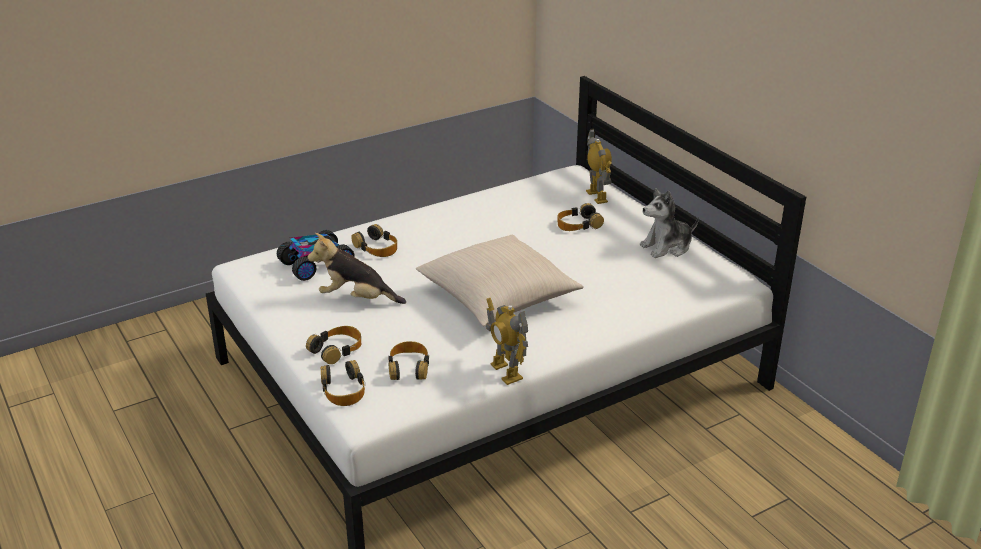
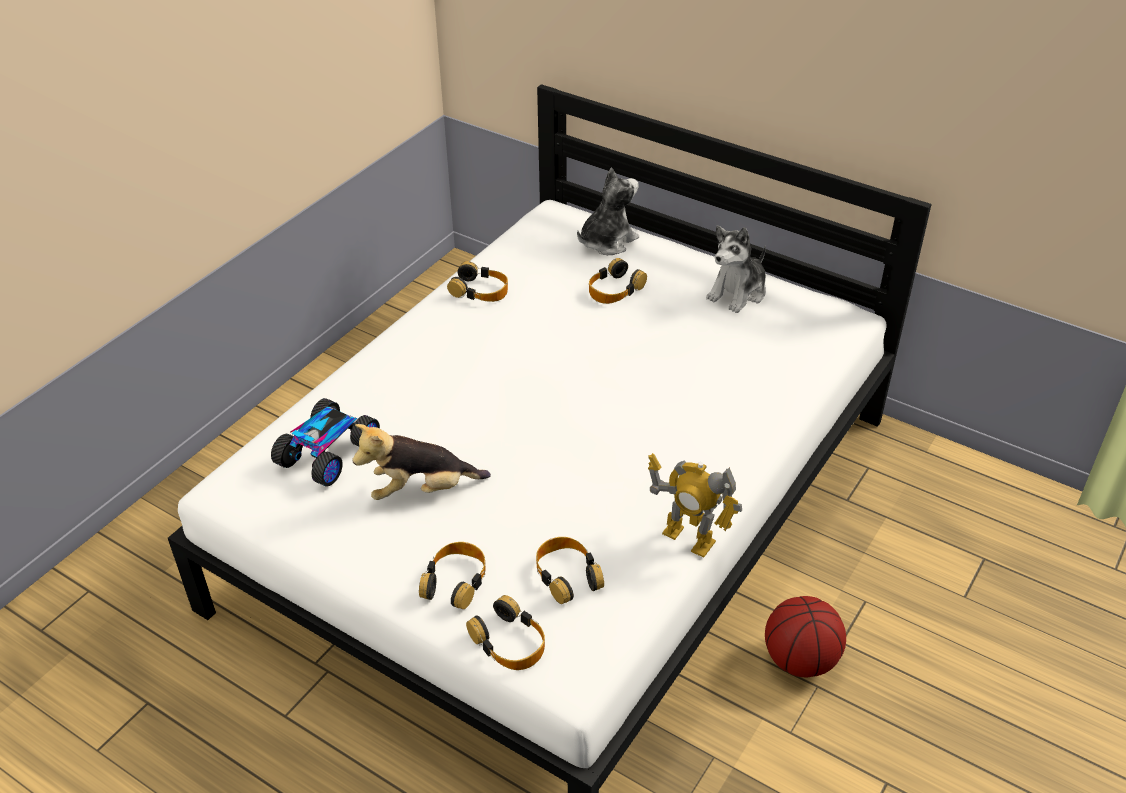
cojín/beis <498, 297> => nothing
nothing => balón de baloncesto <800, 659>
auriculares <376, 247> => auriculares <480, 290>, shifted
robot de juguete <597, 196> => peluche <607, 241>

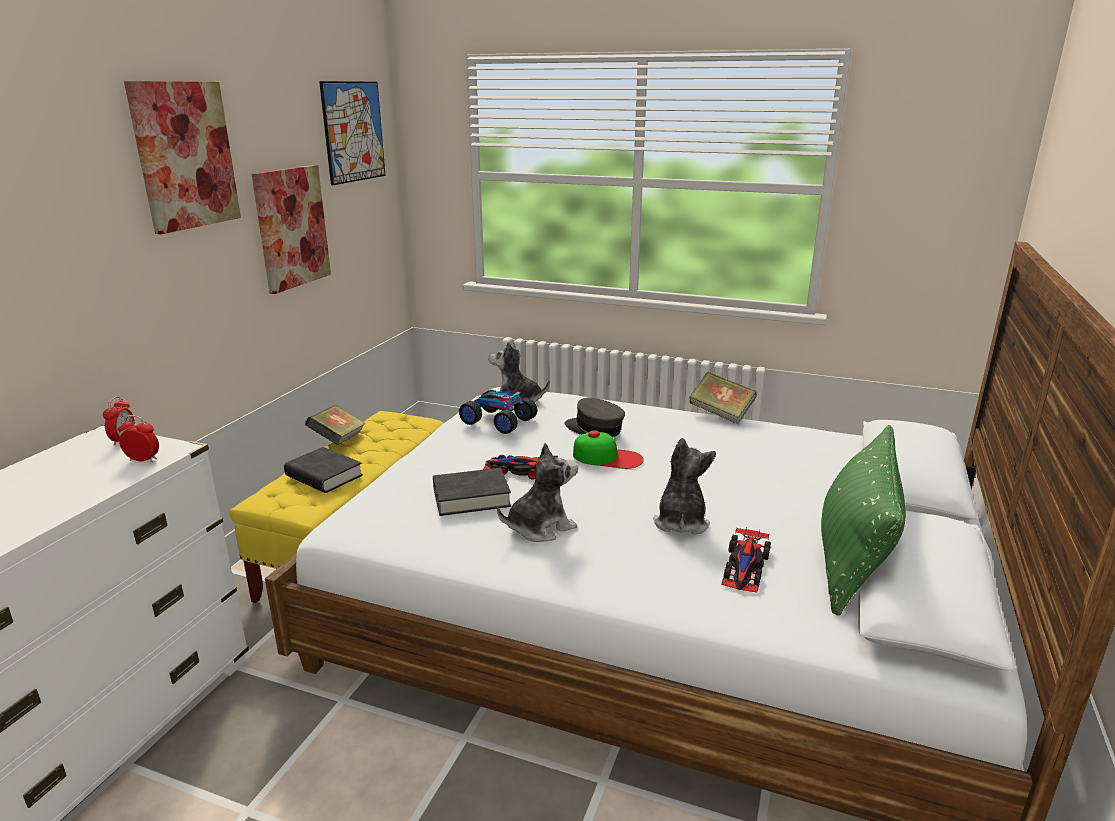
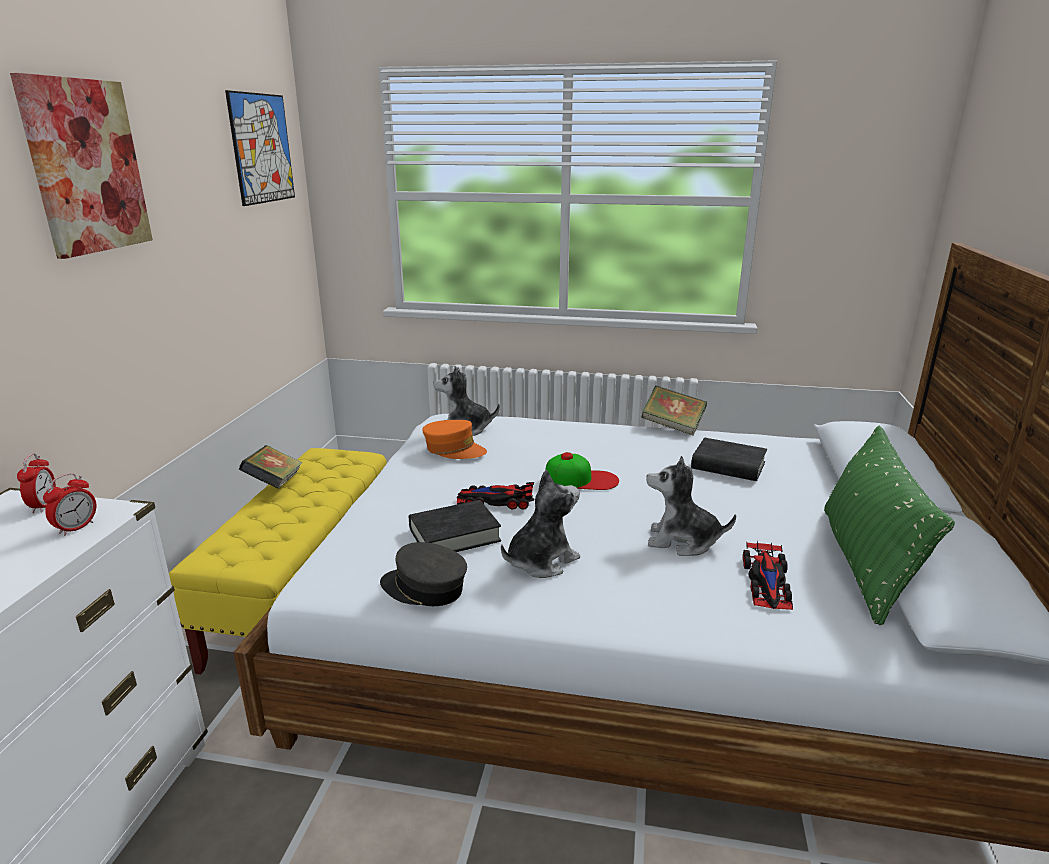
cuadro <291, 227> => nothing
libro/negro <324, 476> => libro/negro <728, 466>, shifted
gorra/gris <594, 429> => gorra/gris <424, 588>, shifted
coche de juguete <499, 421> => gorra/naranja <454, 449>
despertador <143, 460> => despertador <76, 528>, 120 degrees clockwise
peluche <680, 522> => peluche <682, 541>, 75 degrees counterclockwise

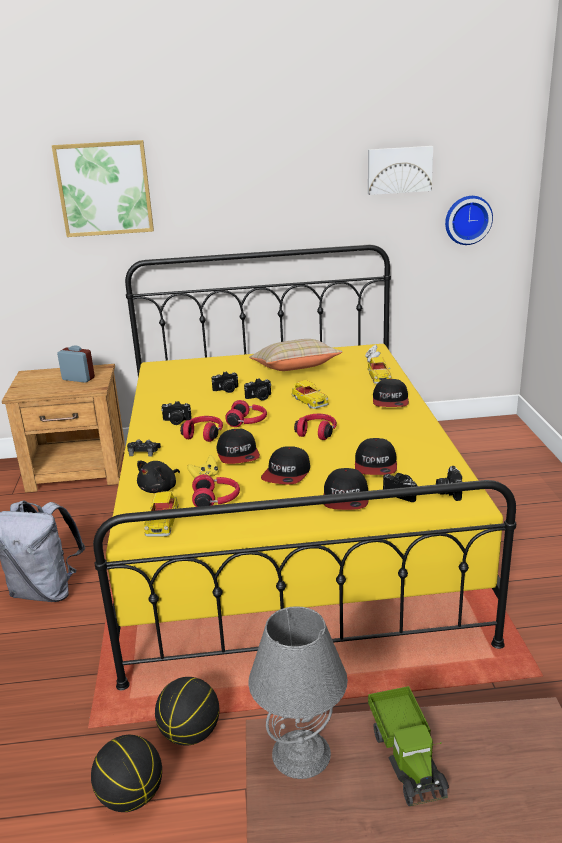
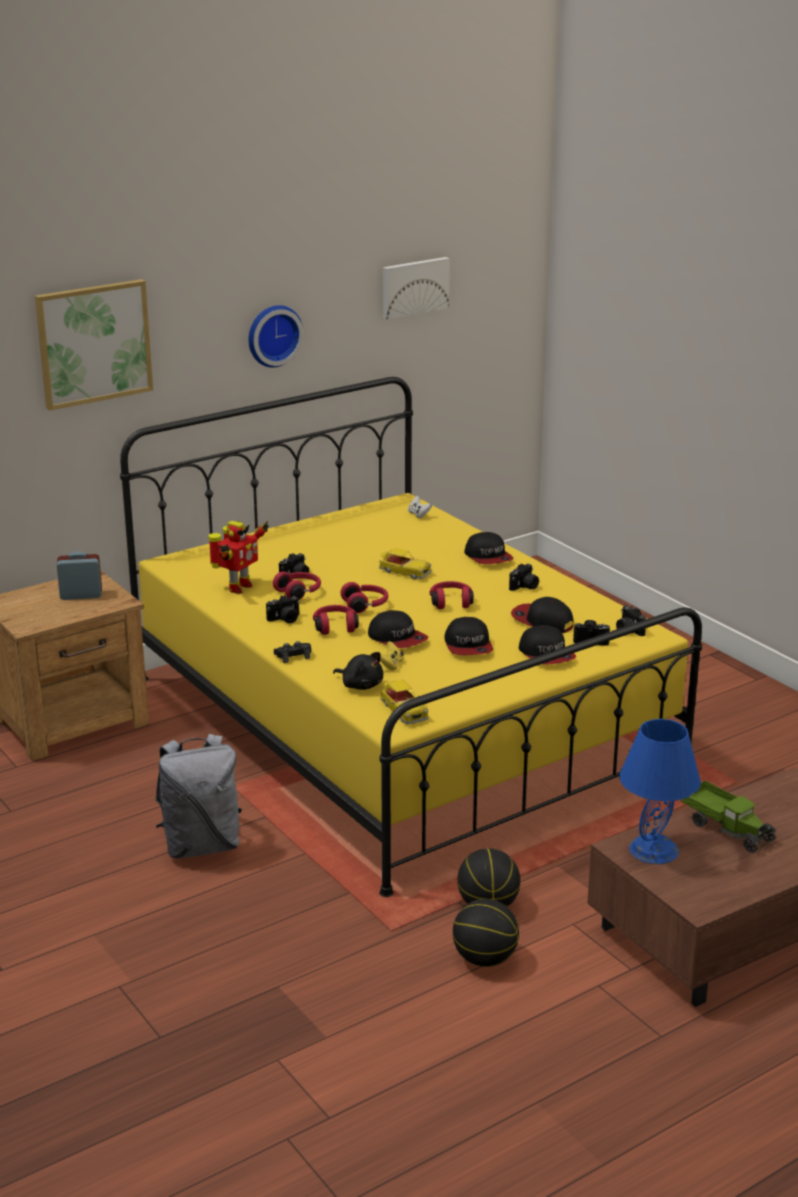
cojín/beis <295, 369> => nothing
coche de juguete <379, 377> => nothing
nothing => robot de juguete <238, 587>
auriculares/rojo <217, 500> => auriculares/rojo <299, 592>, shifted
cámara <259, 398> => cámara <524, 587>, shifted
reloj de pared <467, 219> => reloj de pared <273, 335>, shifted
lámpara de mesa/gris <301, 753> => lámpara de mesa/azul <653, 849>
peluche/negro <160, 489> => peluche/negro <360, 685>, 60 degrees counterclockwise
gorra <376, 465> => gorra <542, 621>, 150 degrees clockwise

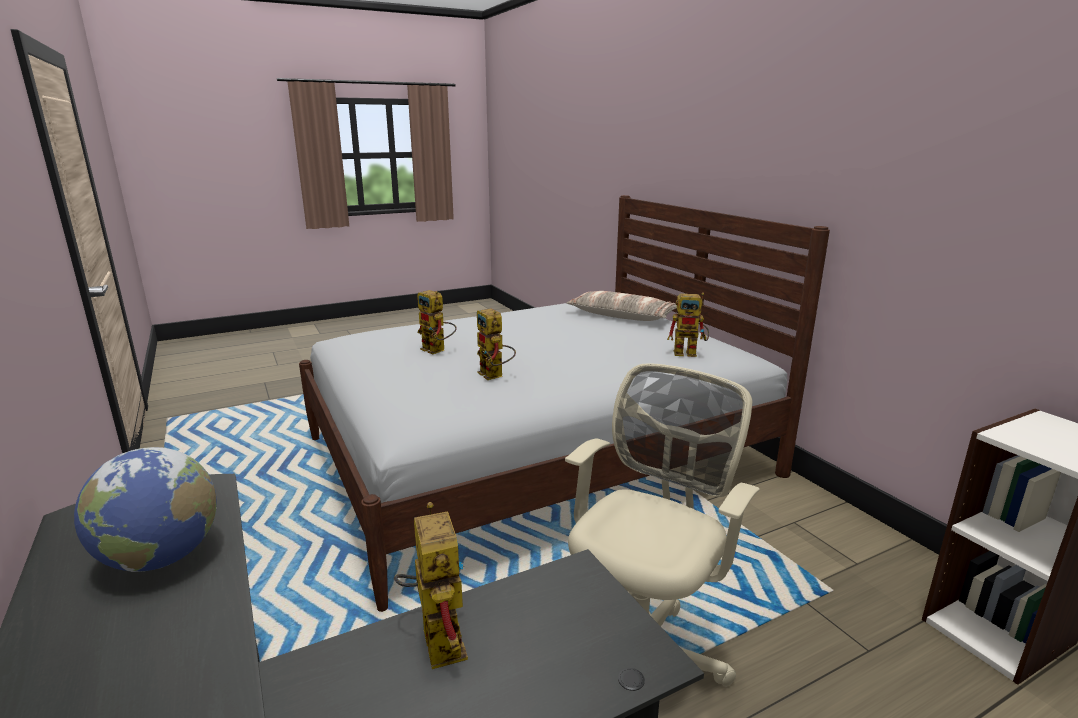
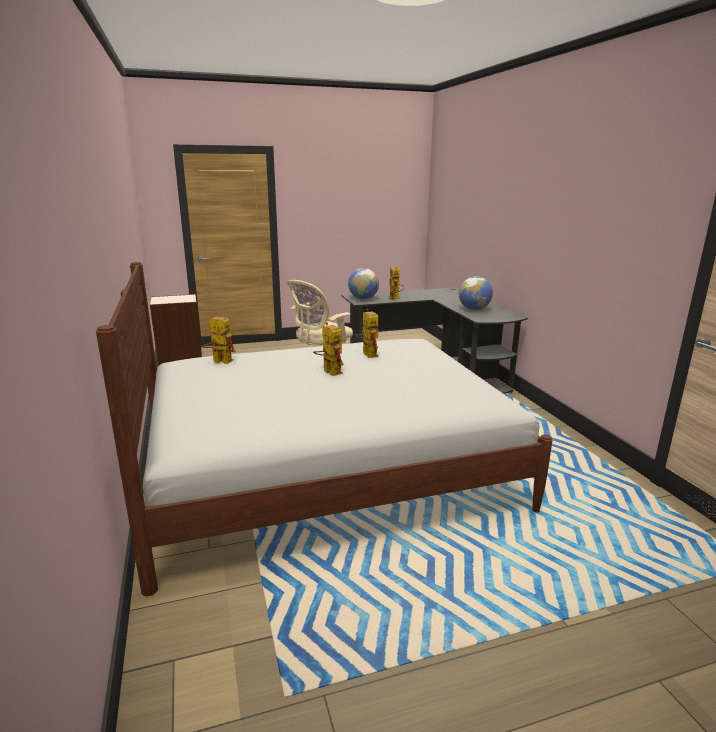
cojín <622, 316> => nothing
nothing => globo terráqueo <363, 299>
robot de juguete <437, 350> => robot de juguete <328, 371>, shifted

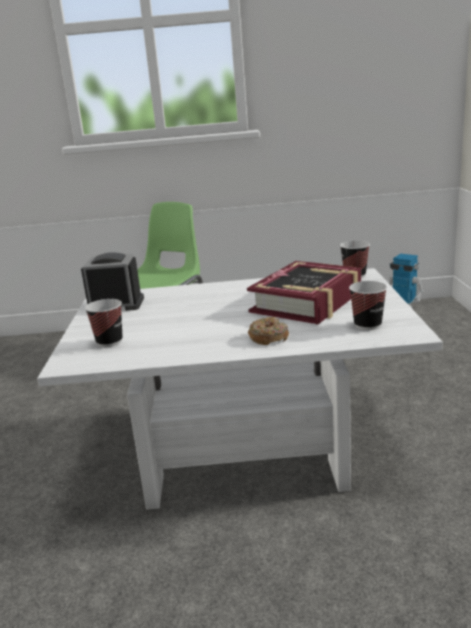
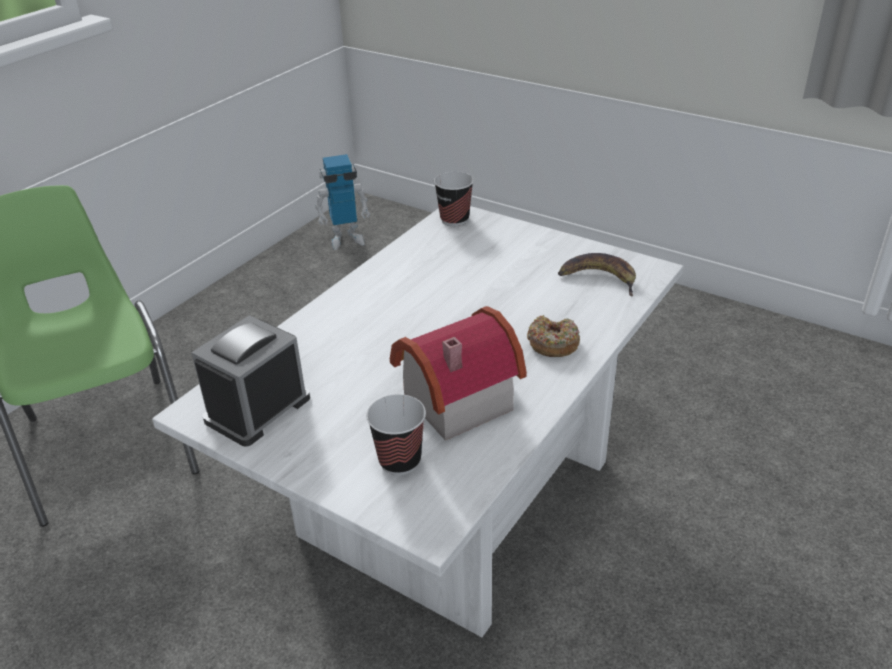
libro <307, 302> => nothing
nothing => casita <451, 399>
taza <367, 325> => plátano <599, 278>

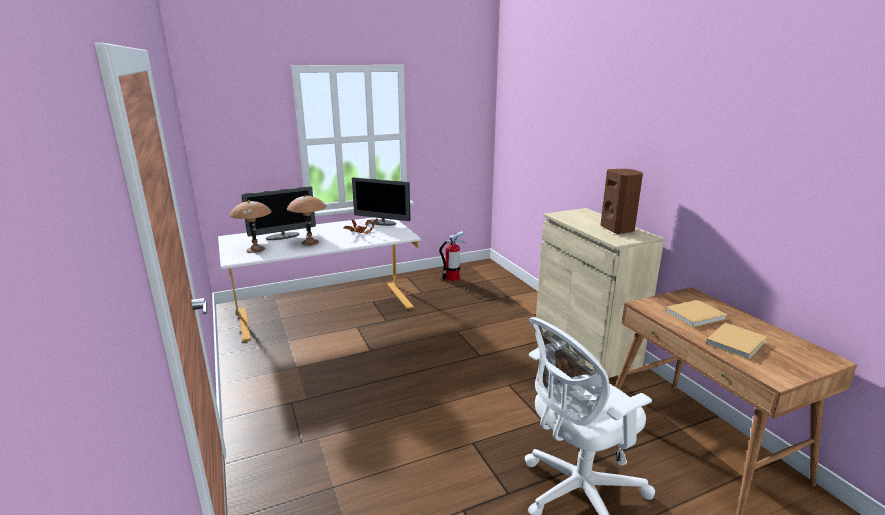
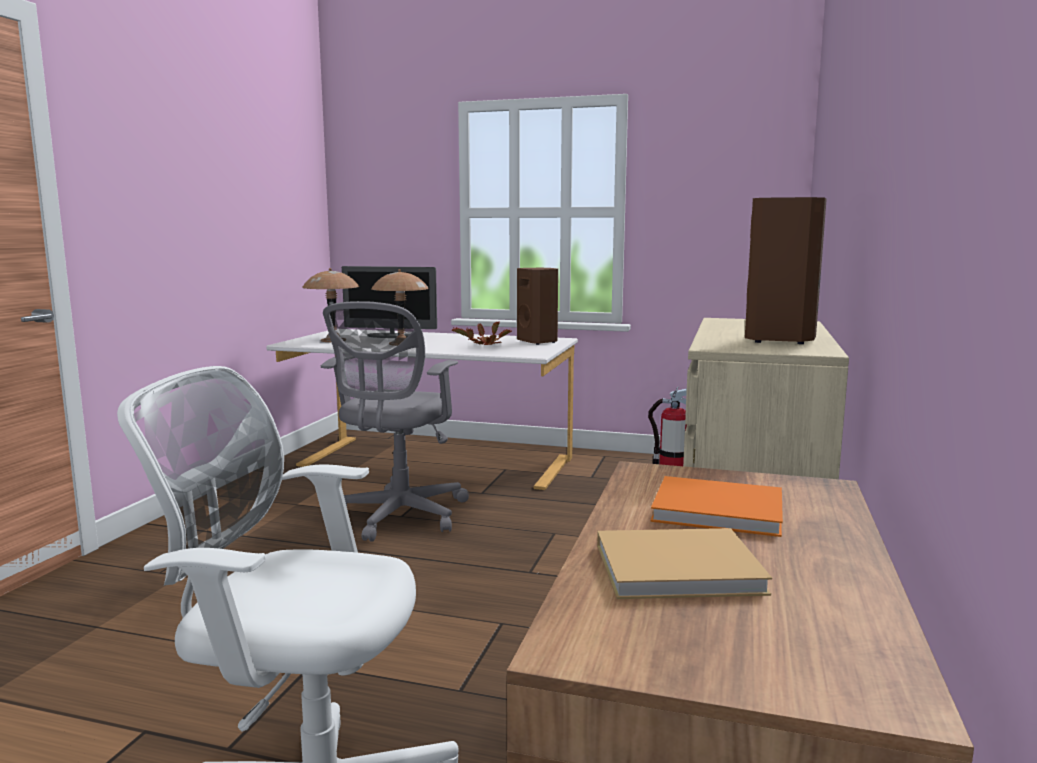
nothing => silla de oficina/gris <398, 517>
monitor <382, 223> => altavoz/marrón <538, 342>
libro/beis <696, 315> => libro/naranja <722, 511>

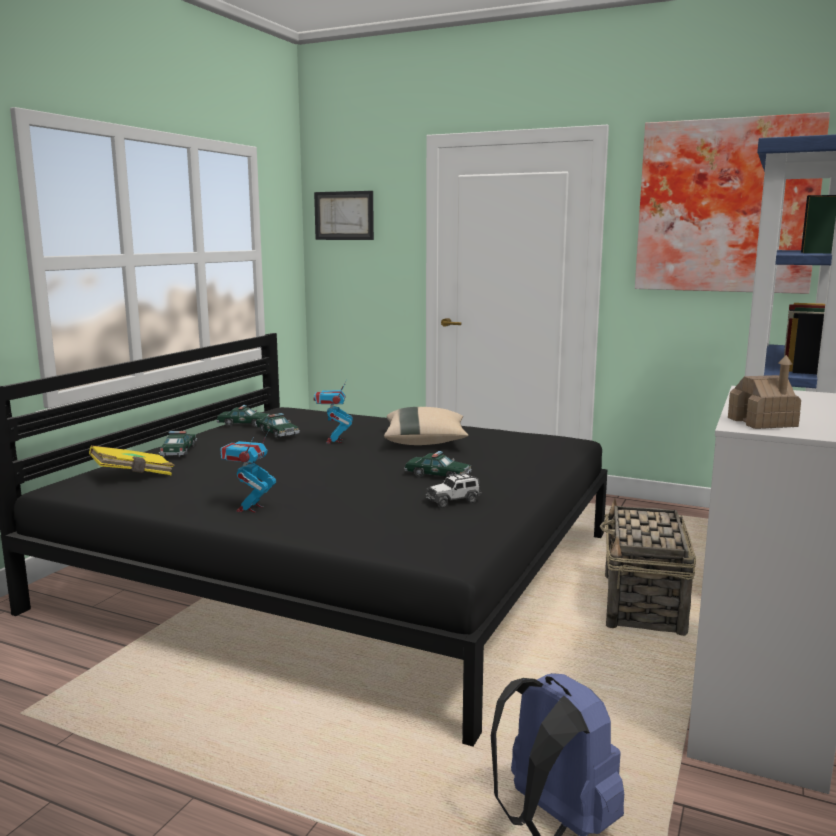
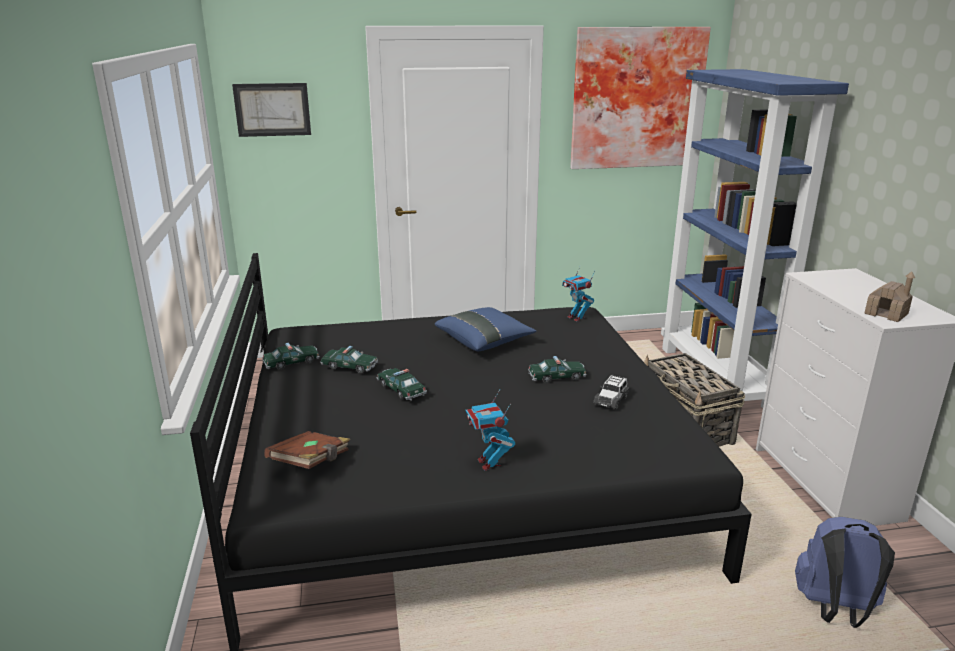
coche de juguete <179, 451> => coche de juguete <401, 389>, shifted
robot de juguete <334, 441> => robot de juguete <576, 318>, shifted
libro/amarillo <133, 475> => libro/marrón <311, 463>
cojín/beis <425, 442> => cojín/azul <485, 341>

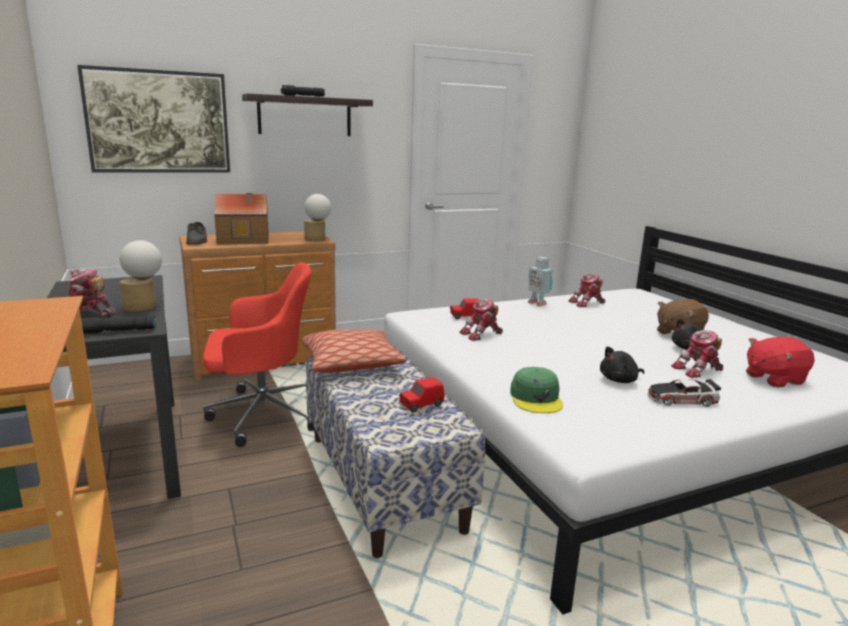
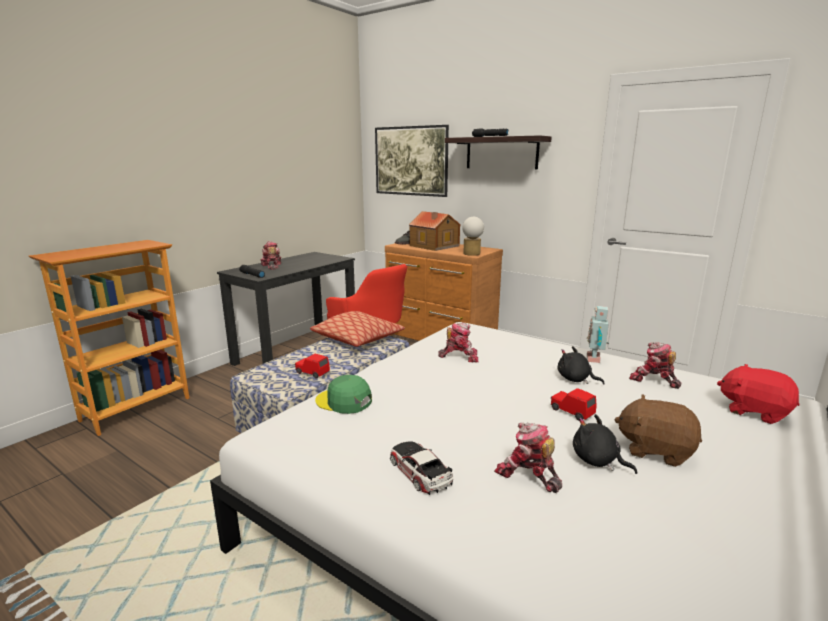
lámpara de mesa <144, 306> => nothing
coche de juguete/rojo <465, 316> => coche de juguete/rojo <571, 412>, shifted
peluche/negro <620, 380> => peluche/negro <575, 379>, shifted
peluche/rojo <773, 378> => peluche/rojo <754, 411>, shifted
robot de juguete <482, 334> => robot de juguete <459, 356>, 150 degrees clockwise
gorra/verde <536, 398> => gorra/verde <344, 401>, 60 degrees clockwise

